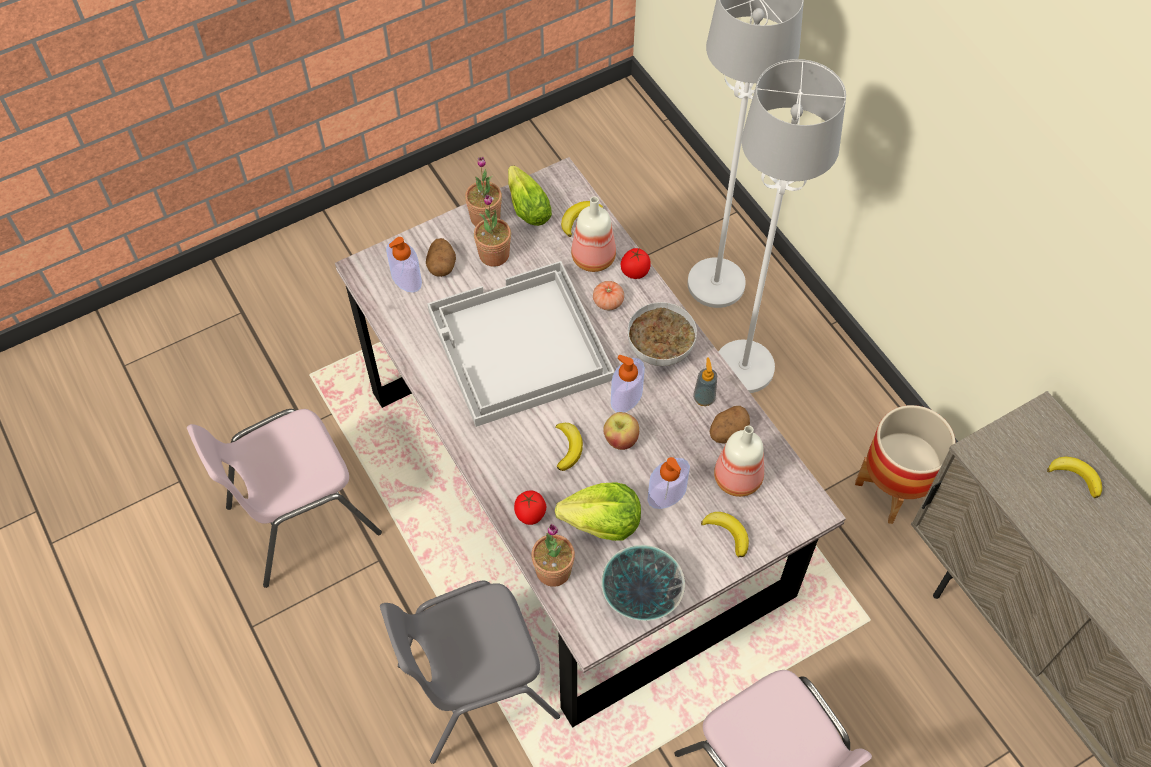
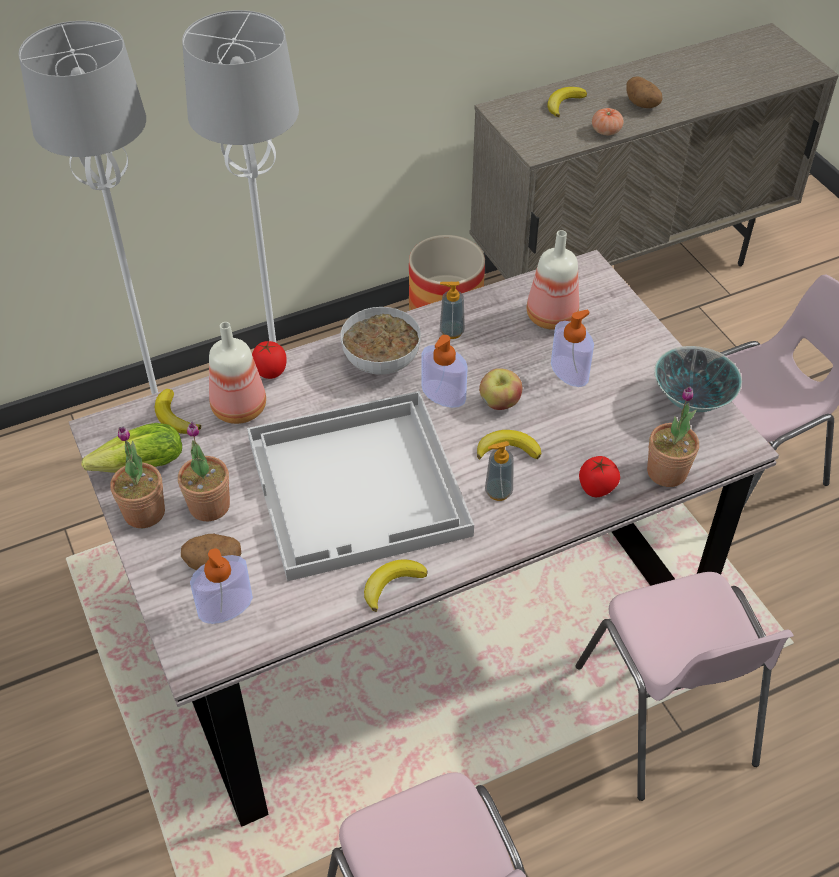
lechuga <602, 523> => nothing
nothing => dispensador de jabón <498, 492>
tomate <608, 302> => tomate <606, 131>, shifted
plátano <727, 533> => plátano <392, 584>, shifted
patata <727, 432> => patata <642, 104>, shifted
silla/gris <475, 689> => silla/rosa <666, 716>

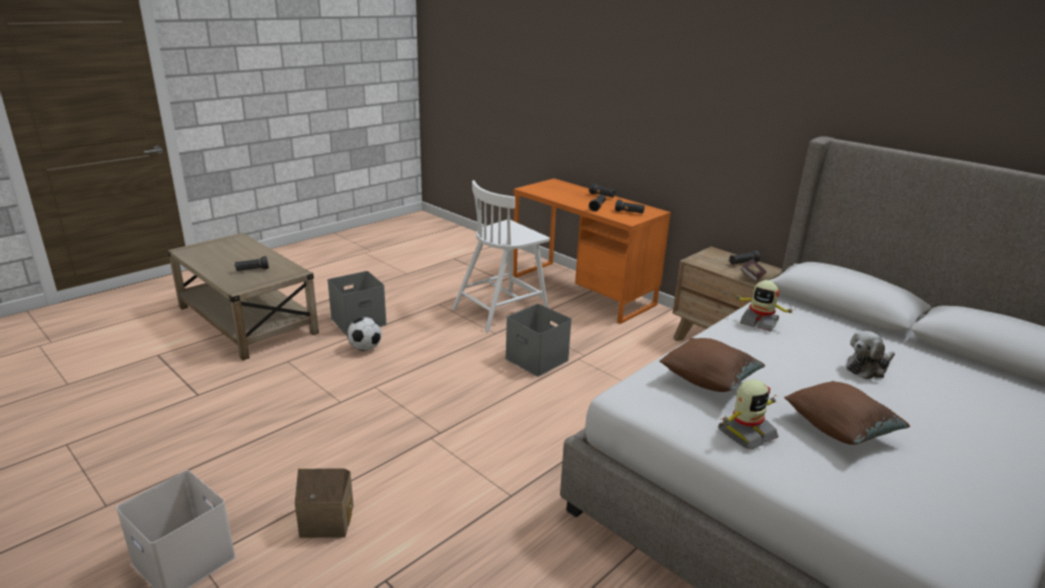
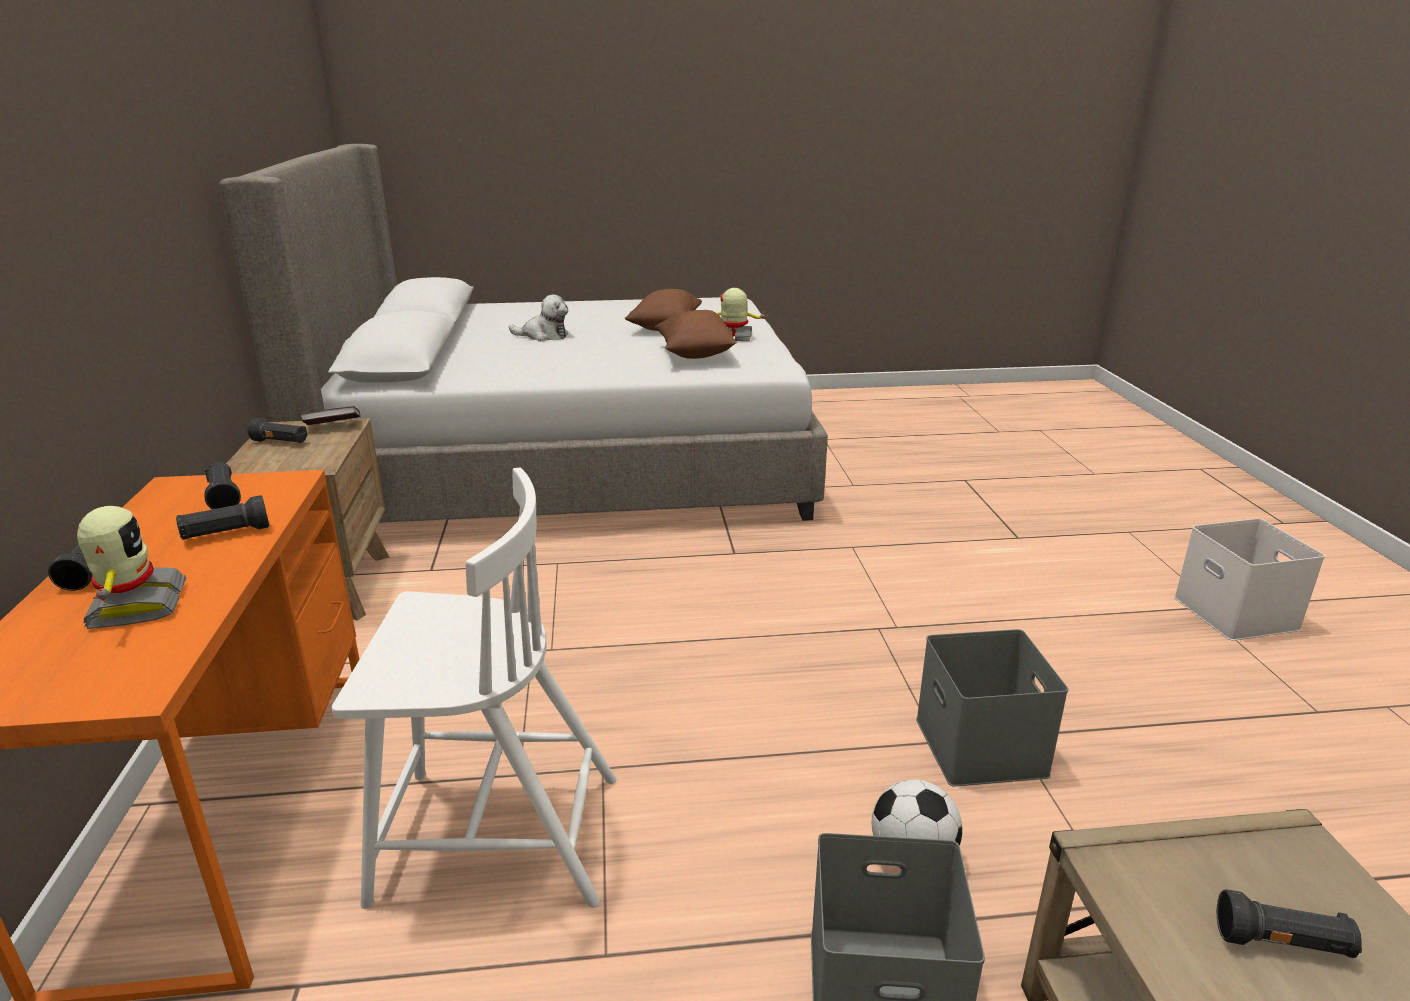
casita <327, 519> => nothing
caja de almacenaje/gris <538, 359> => caja de almacenaje/gris <977, 745>, shifted
robot de juguete <759, 322> => robot de juguete <135, 606>, shifted

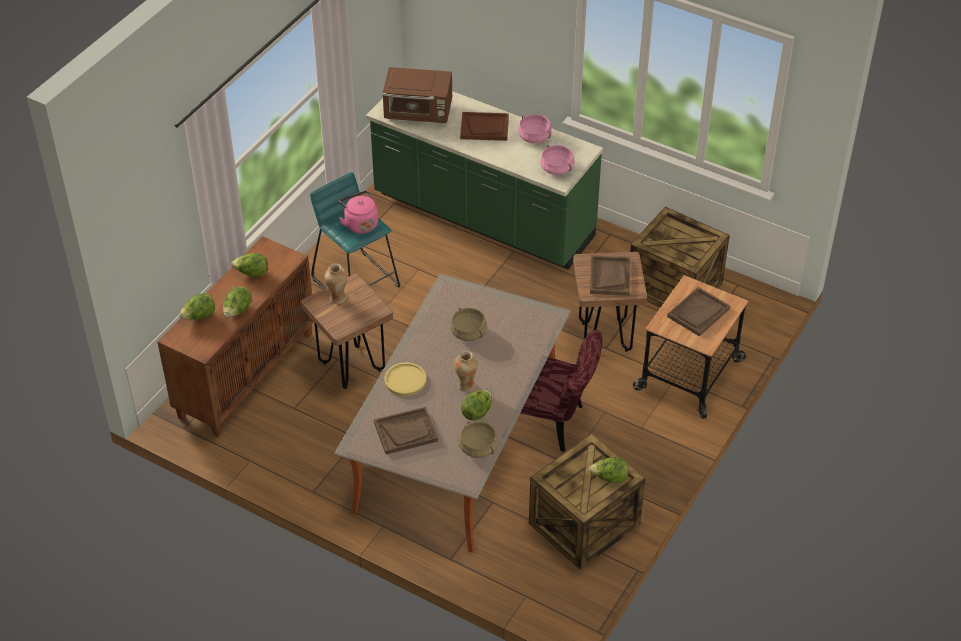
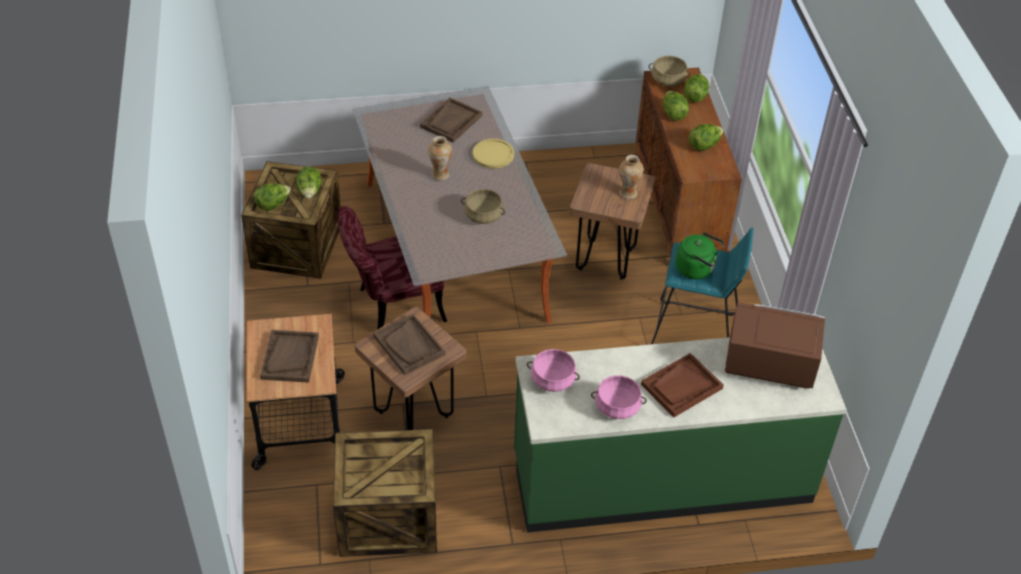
olla/beis <479, 448> => olla/beis <668, 80>, shifted
lechuga <477, 412> => lechuga <310, 192>, shifted
hervidor/rosa <360, 224> => hervidor/verde <697, 269>
microondas/marrón <419, 113> => microondas/marrón <768, 364>, 45 degrees clockwise

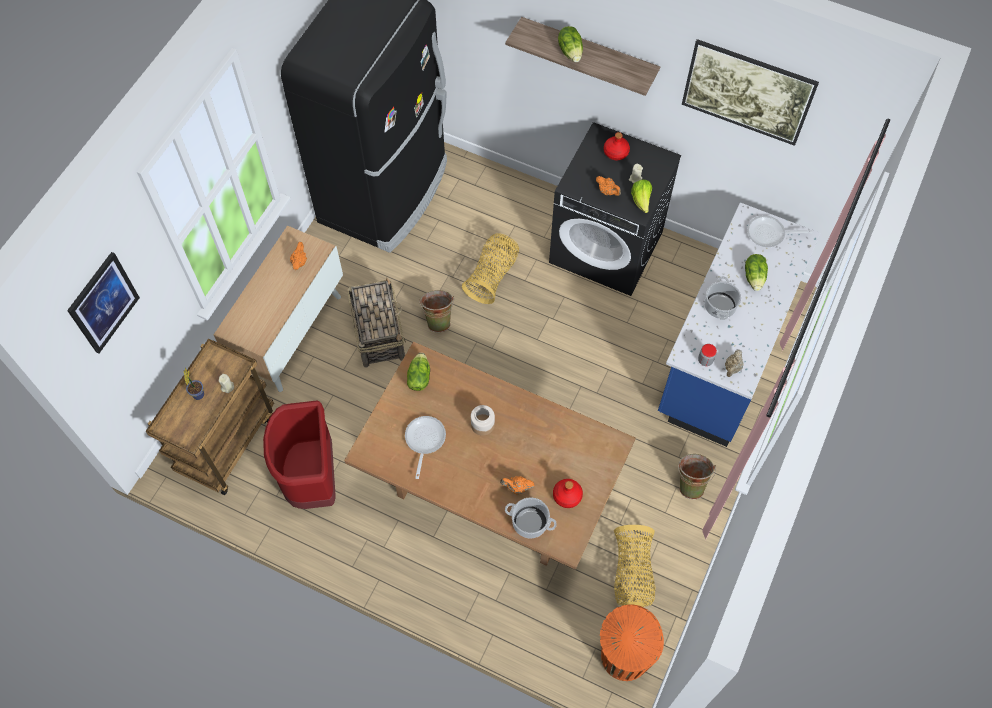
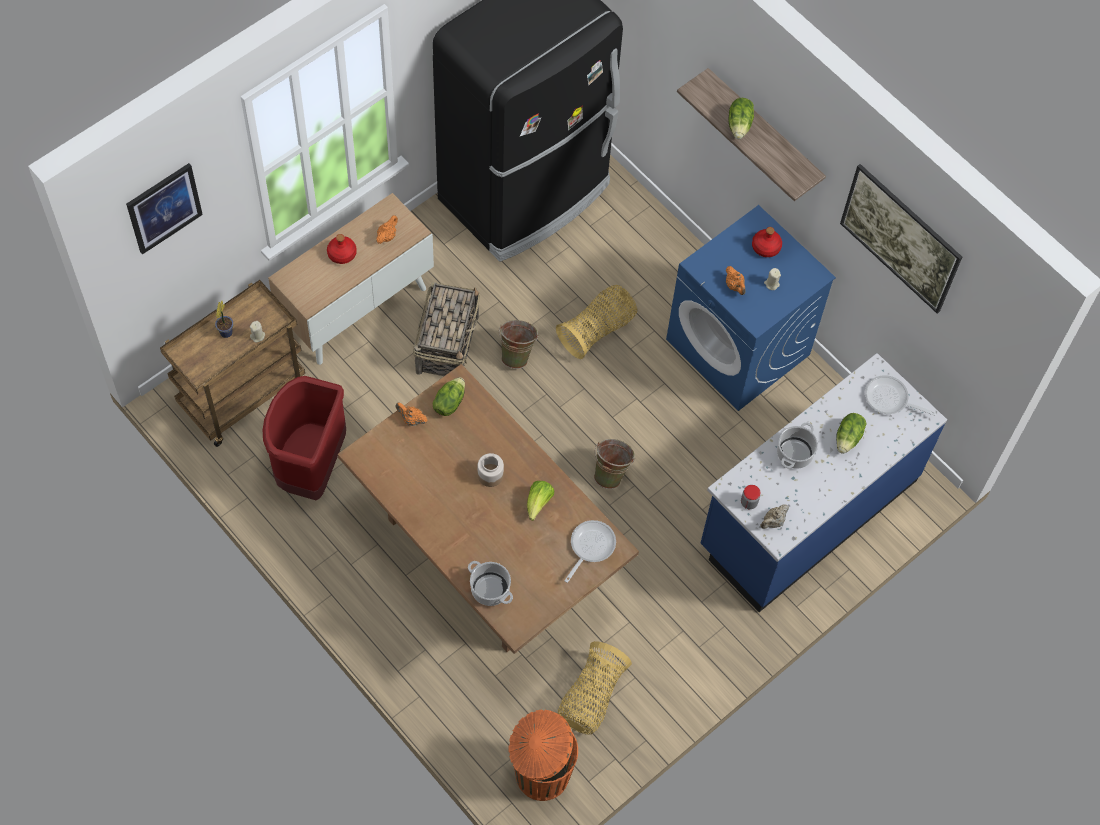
sartén <424, 440> => sartén <590, 547>, shifted
tetera/naranja <517, 488> => tetera/naranja <411, 419>, shifted
botella/rojo <567, 496> => botella/rojo <342, 254>, shifted
lechuga <641, 201> => lechuga <538, 503>, shifted
cubo/verde <691, 483> => cubo/verde <611, 473>, shifted
lavadora/negro <607, 247> => lavadora/azul <739, 347>

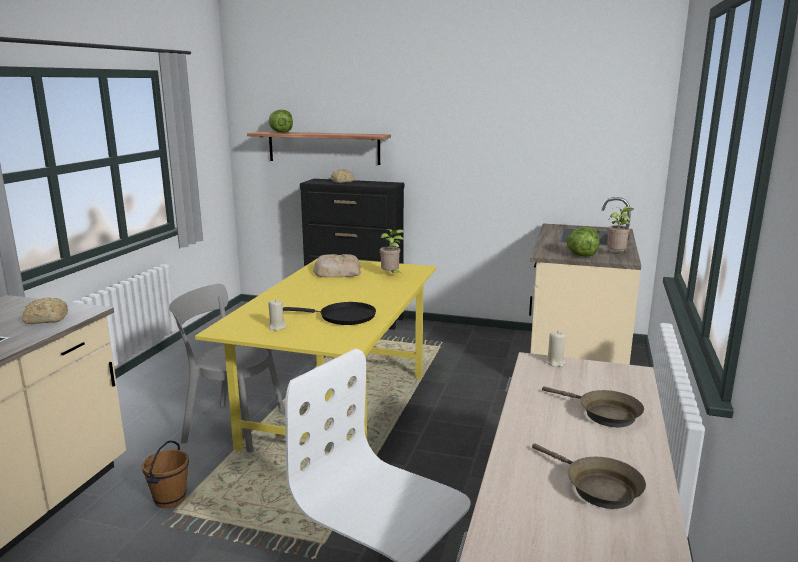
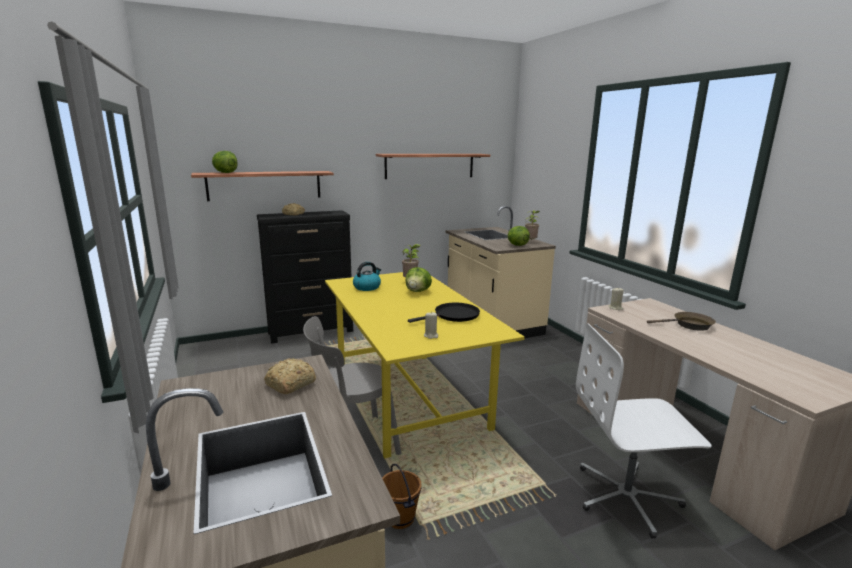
sartén/marrón <597, 487> => nothing
nothing => estante <430, 166>
nothing => lechuga <418, 291>
pan <336, 271> => hervidor <367, 287>

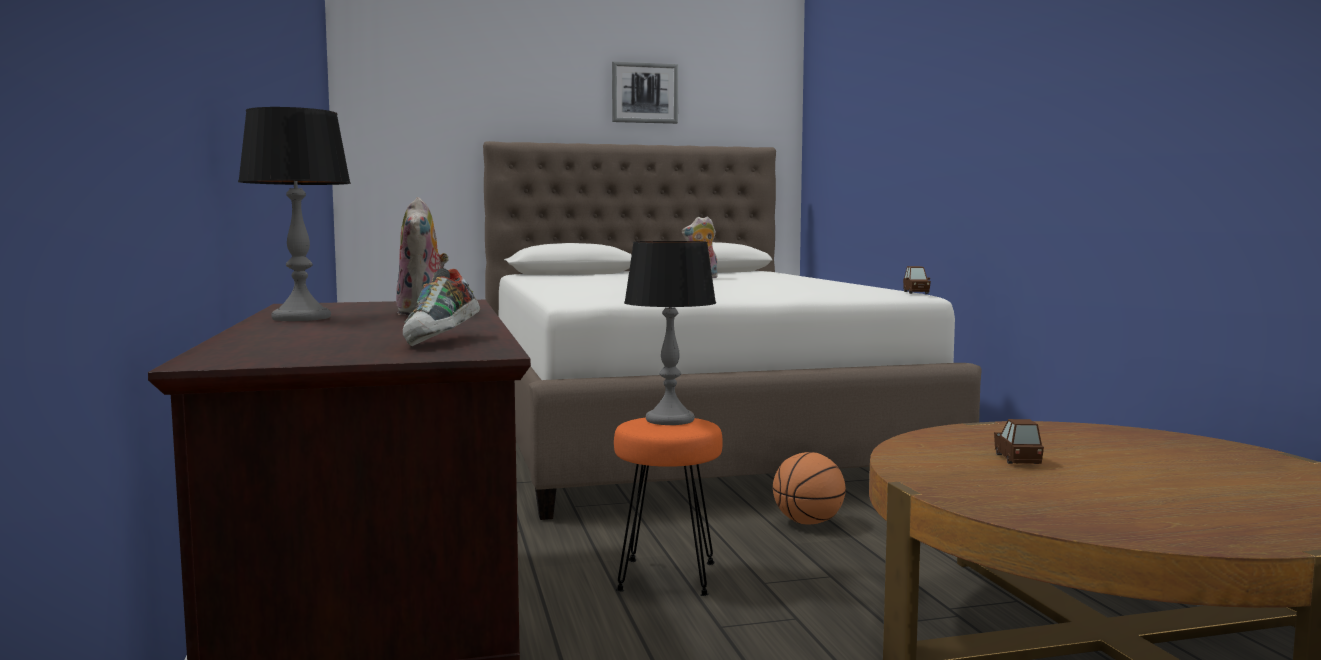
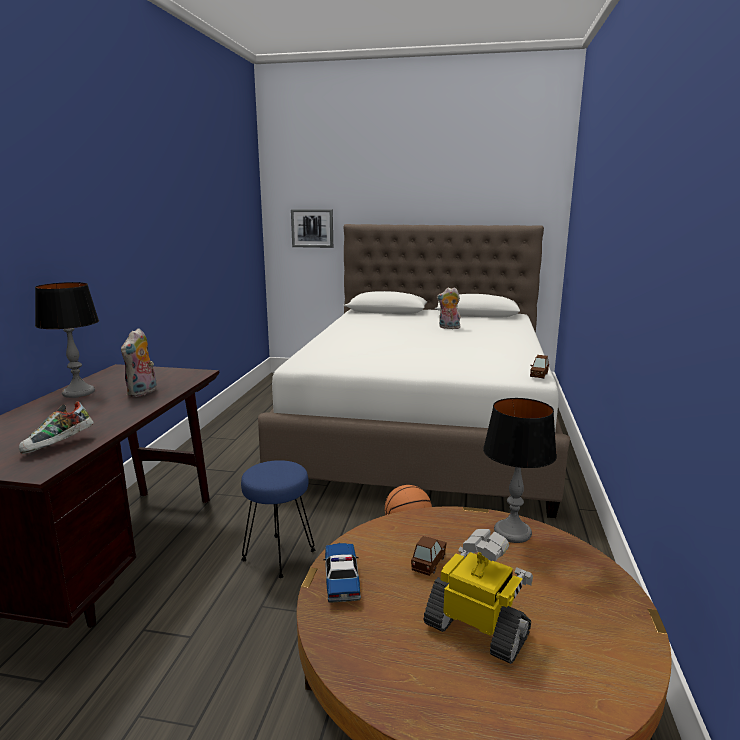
nothing => coche de juguete <341, 578>
nothing => robot de juguete <478, 630>
cuadro <644, 93> => cuadro <312, 228>, shifted
lámpara de mesa <670, 420> => lámpara de mesa <512, 532>, shifted
taburete/naranja <668, 577> => taburete/azul <279, 556>

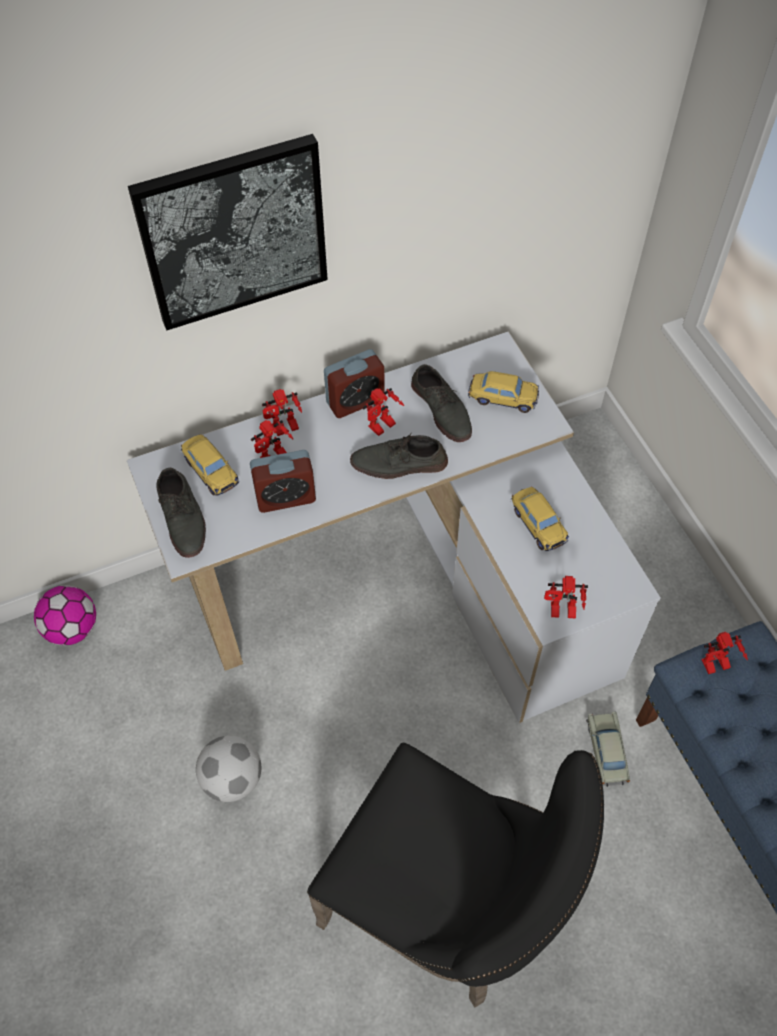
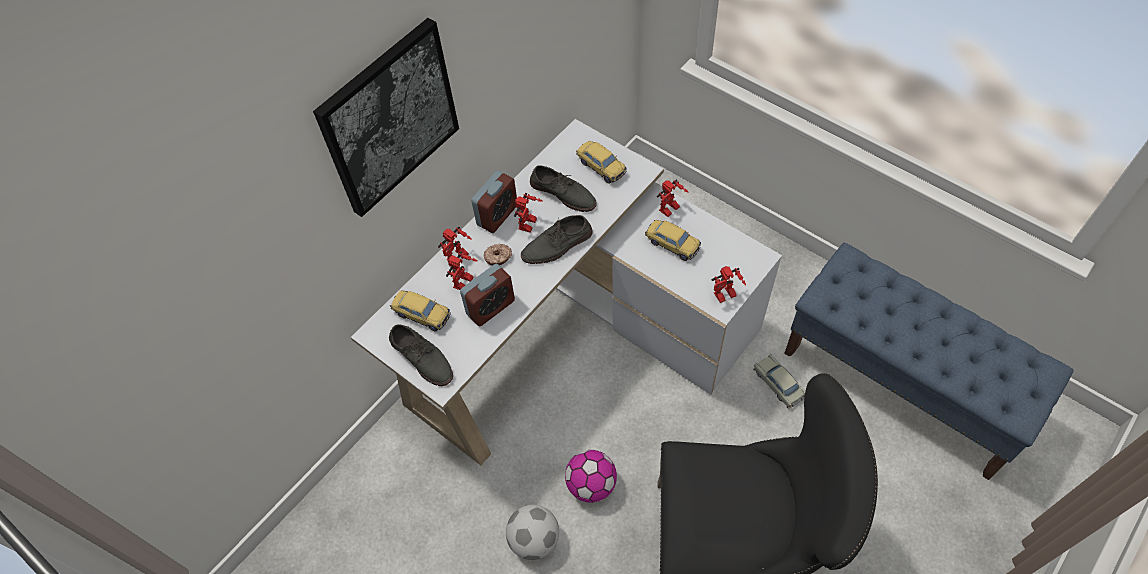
nothing => rosquilla <498, 257>
balón de fútbol <72, 628> => balón de fútbol <591, 484>, shifted
robot de juguete <715, 667> => robot de juguete <670, 211>, shifted
coche de juguete <502, 398> => coche de juguete <601, 167>, 60 degrees clockwise

